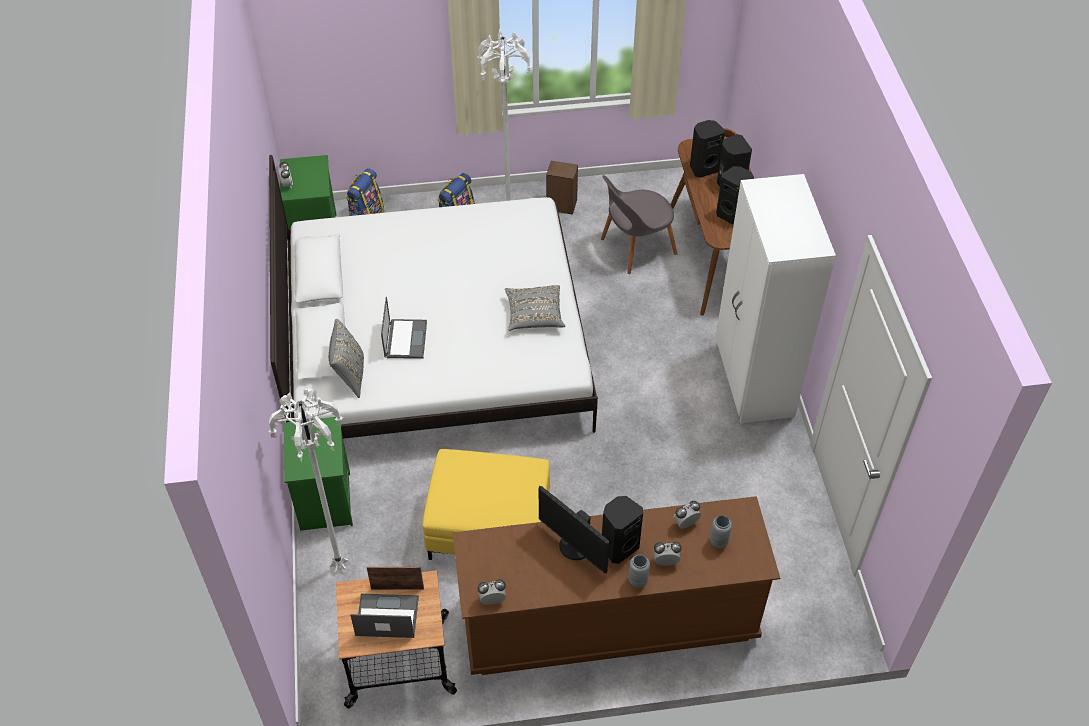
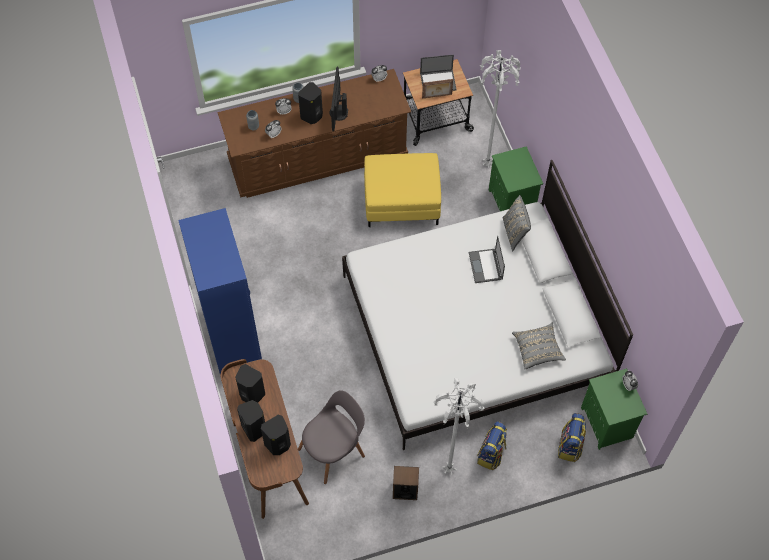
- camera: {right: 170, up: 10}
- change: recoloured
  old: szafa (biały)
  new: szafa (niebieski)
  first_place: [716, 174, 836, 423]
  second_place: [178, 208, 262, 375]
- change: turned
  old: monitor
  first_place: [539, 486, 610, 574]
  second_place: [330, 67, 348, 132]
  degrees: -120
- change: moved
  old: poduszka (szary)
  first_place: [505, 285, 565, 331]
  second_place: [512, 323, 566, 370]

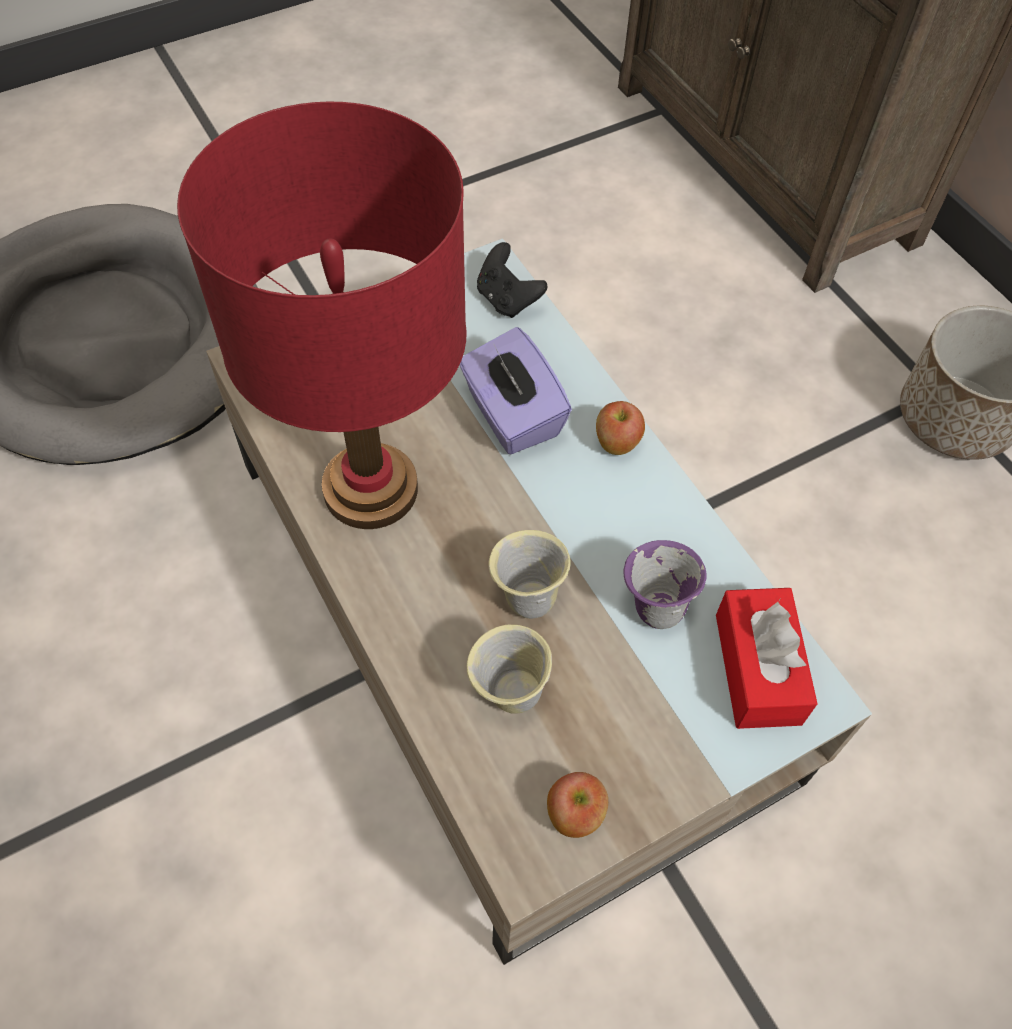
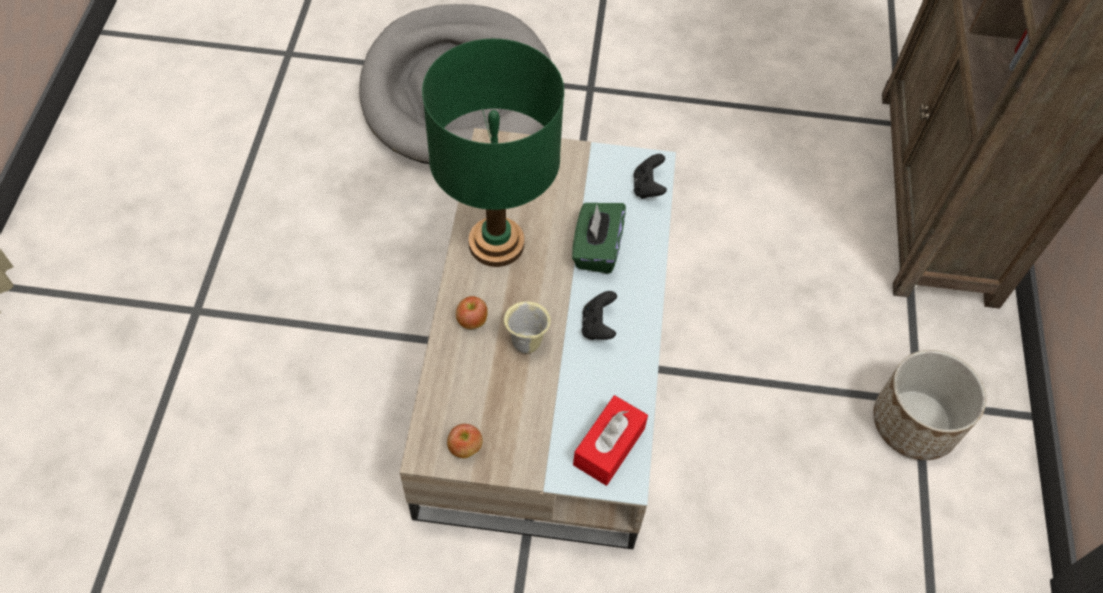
- camera: {right: 35, up: 0}
- change: recoloured
  old: lampa stołowa (czerwony)
  new: lampa stołowa (zielony)
  first_place: [177, 102, 467, 529]
  second_place: [422, 39, 564, 267]
- change: moved
  old: jabłko
  first_place: [596, 401, 645, 455]
  second_place: [456, 296, 488, 329]
- change: recoloured
  old: pudełko chusteczek (fioletowy)
  new: pudełko chusteczek (zielony)
  first_place: [460, 327, 572, 454]
  second_place: [572, 203, 626, 274]
- change: added
  new: pad do gier (czarny)
  second_place: [582, 291, 617, 340]
- change: removed
  old: kubek (beżowy)
  first_place: [467, 624, 552, 714]
- change: removed
  old: kubek (fioletowy)
  first_place: [623, 540, 706, 629]

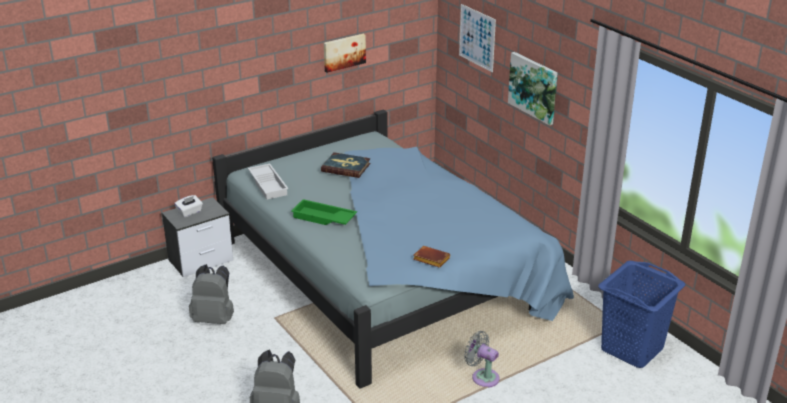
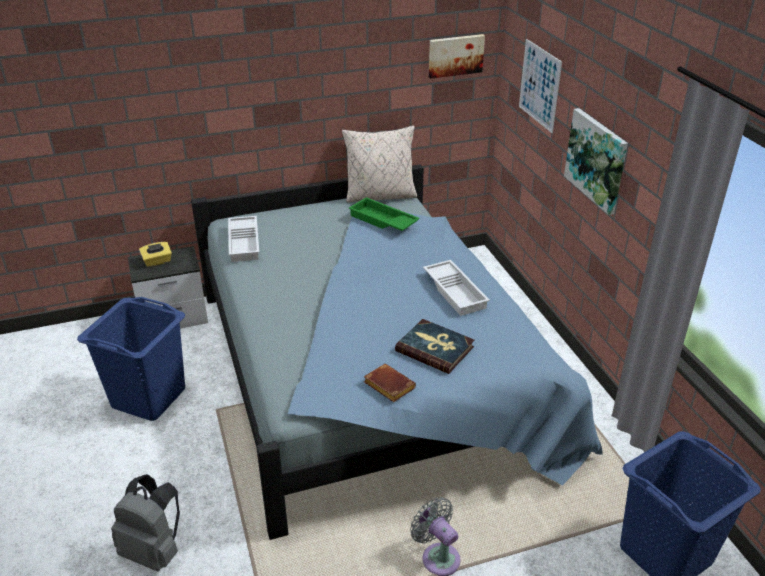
- camera: {right: 15, up: 5}
- change: replaced
  old: plecak (szary)
  new: kosz na pranie (niebieski)
  first_place: [189, 264, 234, 324]
  second_place: [77, 297, 185, 421]
- change: recoloured
  old: pudełko chusteczek (biały)
  new: pudełko chusteczek (żółty)
  first_place: [175, 195, 203, 217]
  second_place: [139, 242, 172, 267]
- change: added
  new: poduszka (beżowy)
  second_place: [342, 125, 417, 203]
- change: moved
  old: taca (zielony)
  first_place: [292, 199, 357, 225]
  second_place: [348, 197, 420, 231]
- change: moved
  old: książka
  first_place: [321, 152, 371, 178]
  second_place: [395, 319, 475, 374]
- change: added
  new: taca (biały)
  second_place: [423, 260, 490, 316]
- change: moved
  old: obraz
  first_place: [324, 34, 366, 73]
  second_place: [429, 34, 485, 79]

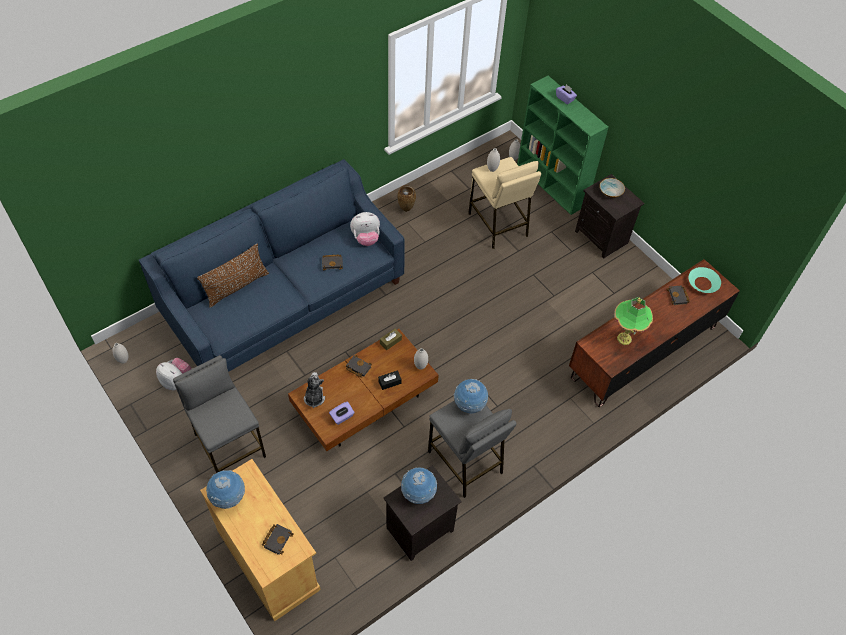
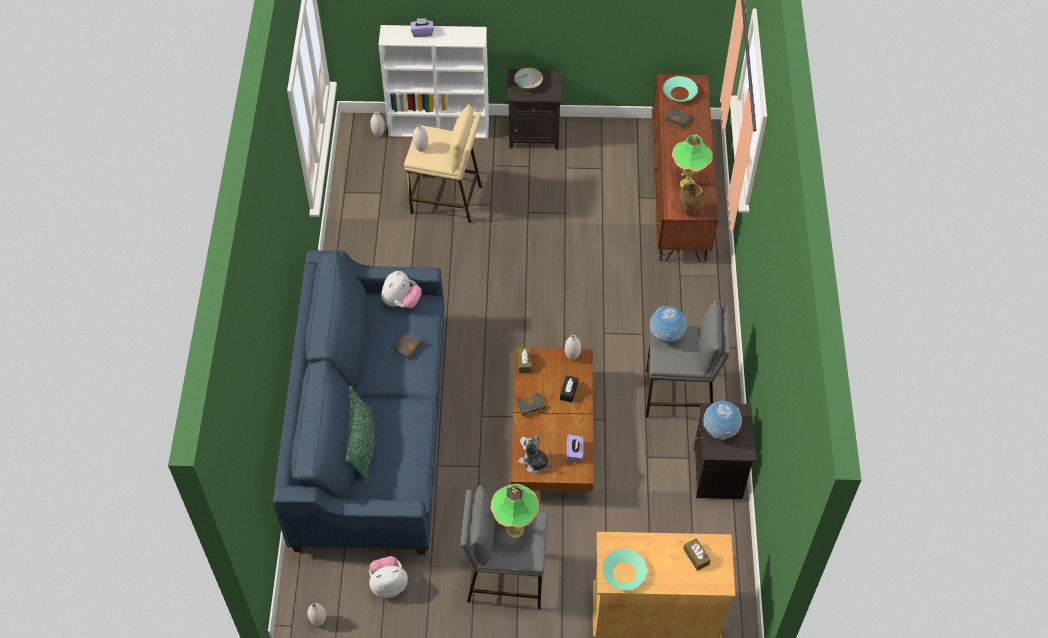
- camera: {right: -50, up: 0}
- change: recoloured
  old: poduszka (brązowy)
  new: poduszka (zielony)
  first_place: [197, 244, 269, 308]
  second_place: [346, 386, 375, 483]
- change: recoloured
  old: regał (zielony)
  new: regał (biały)
  first_place: [517, 76, 609, 215]
  second_place: [378, 25, 489, 138]
- change: added
  new: lampa stołowa
  second_place: [491, 484, 539, 538]
- change: replaced
  old: globus
  new: miska (turkusowy)
  first_place: [206, 470, 245, 509]
  second_place: [602, 549, 647, 590]
- change: moved
  old: wazon (brązowy)
  first_place: [397, 185, 416, 212]
  second_place: [679, 182, 704, 216]
- change: replaced
  old: książka (czarny)
  new: pudełko chusteczek (brązowy)
  first_place: [262, 524, 294, 555]
  second_place: [683, 538, 711, 571]

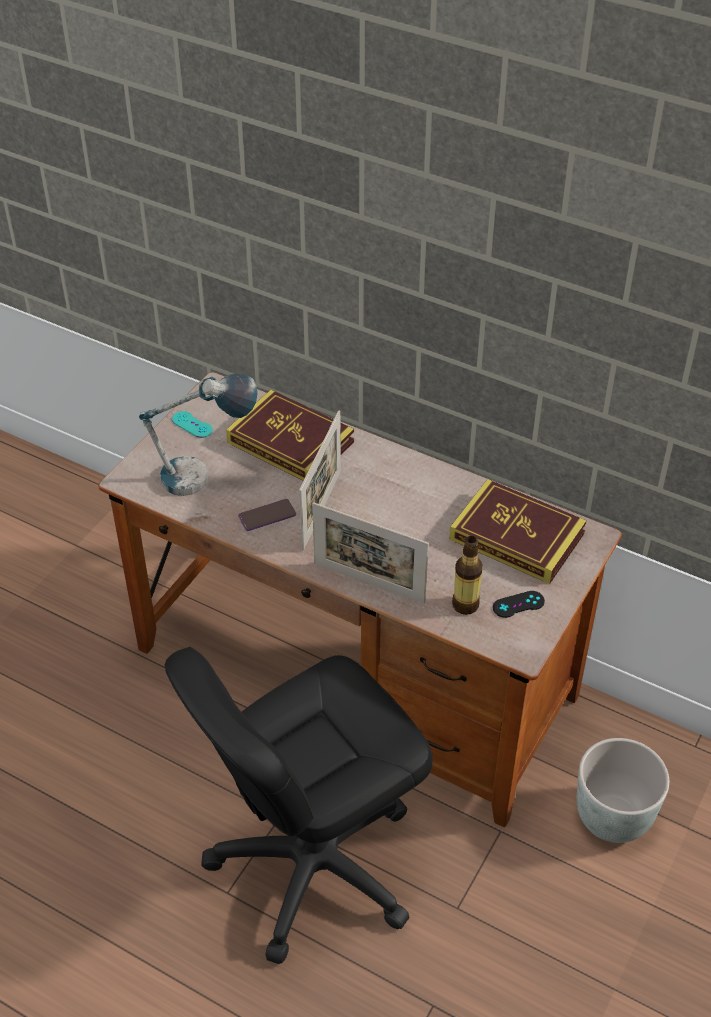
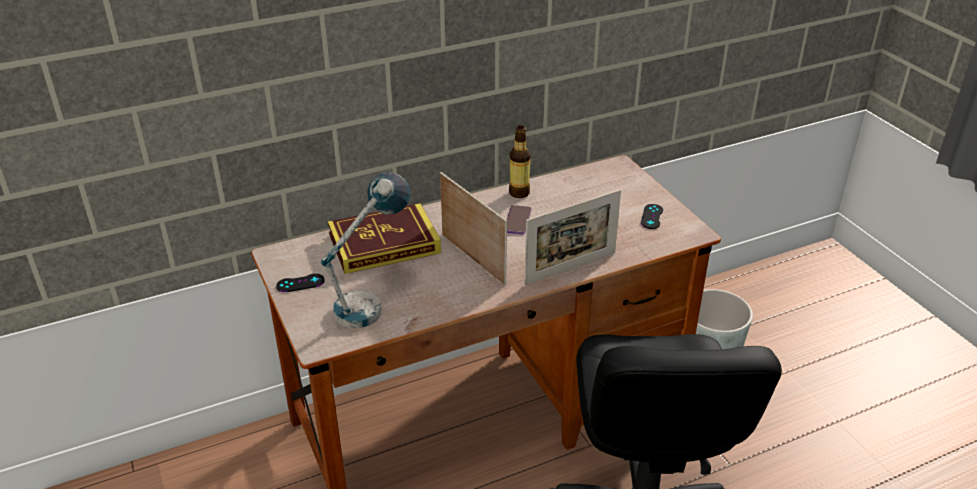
- camera: {right: -55, up: -10}
- change: recoloured
  old: pad do gier (turkusowy)
  new: pad do gier (czarny)
  first_place: [172, 411, 213, 438]
  second_place: [276, 274, 325, 292]
- change: moved
  old: telefon
  first_place: [238, 499, 296, 531]
  second_place: [507, 205, 532, 234]
- change: moved
  old: butelka
  first_place: [452, 536, 483, 615]
  second_place: [509, 126, 531, 198]
- change: removed
  old: książka
  first_place: [449, 479, 587, 584]

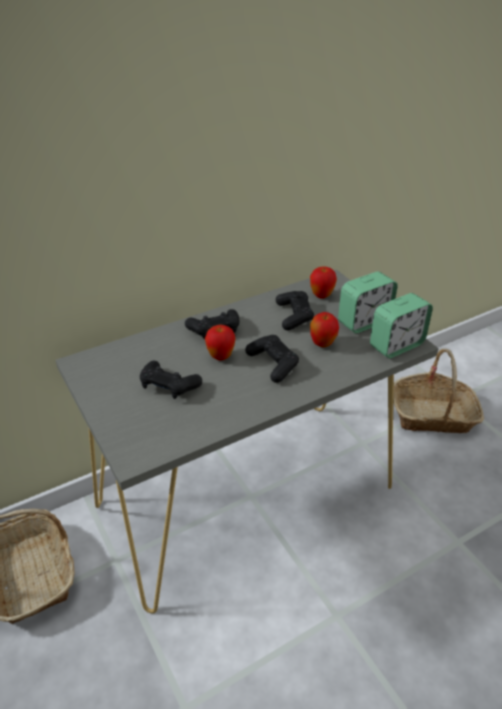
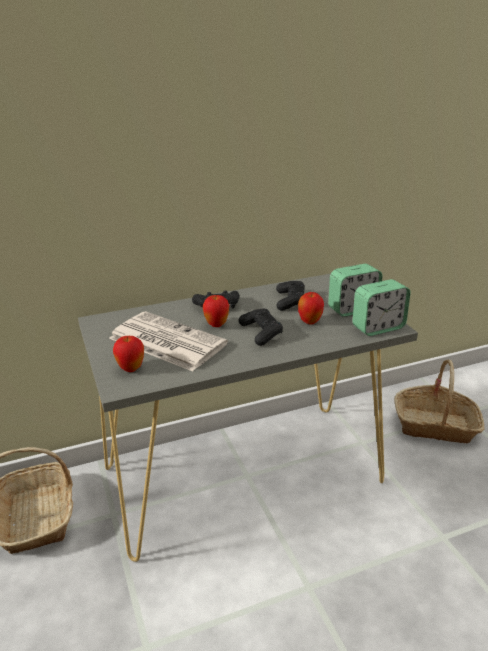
- camera: {right: 10, up: -10}
- change: replaced
  old: pad do gier (czarny)
  new: gazeta
  first_place: [140, 361, 202, 399]
  second_place: [109, 311, 228, 371]
- change: moved
  old: jabłko
  first_place: [310, 267, 337, 299]
  second_place: [113, 336, 144, 372]

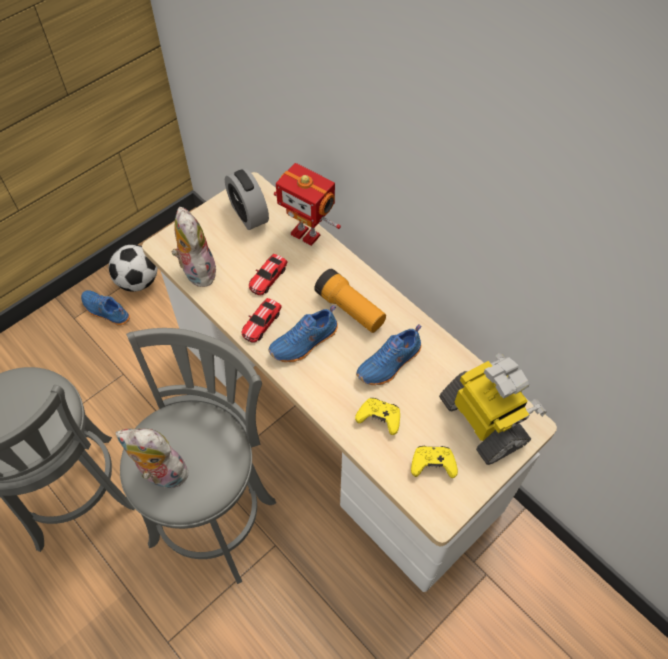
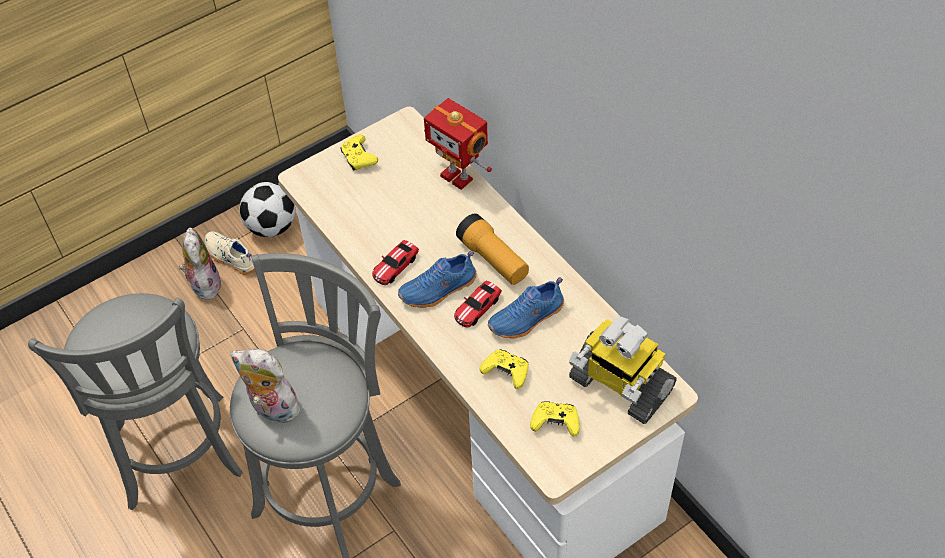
- camera: {right: 10, up: -5}
- change: moved
  old: pluszak
  first_place: [172, 207, 219, 287]
  second_place: [179, 227, 222, 300]
- change: recoloured
  old: but (niebieski)
  new: but (beżowy)
  first_place: [81, 290, 130, 326]
  second_place: [205, 231, 255, 275]
- change: added
  new: pad do gier (żółty)
  second_place: [341, 135, 378, 171]
- change: moved
  old: samochodzik
  first_place: [249, 254, 288, 295]
  second_place: [454, 280, 502, 327]
- change: turned
  old: robot zabawkowy
  first_place: [439, 353, 547, 465]
  second_place: [569, 316, 676, 424]
  degrees: 150
- change: removed
  old: budzik
  first_place: [225, 168, 269, 230]

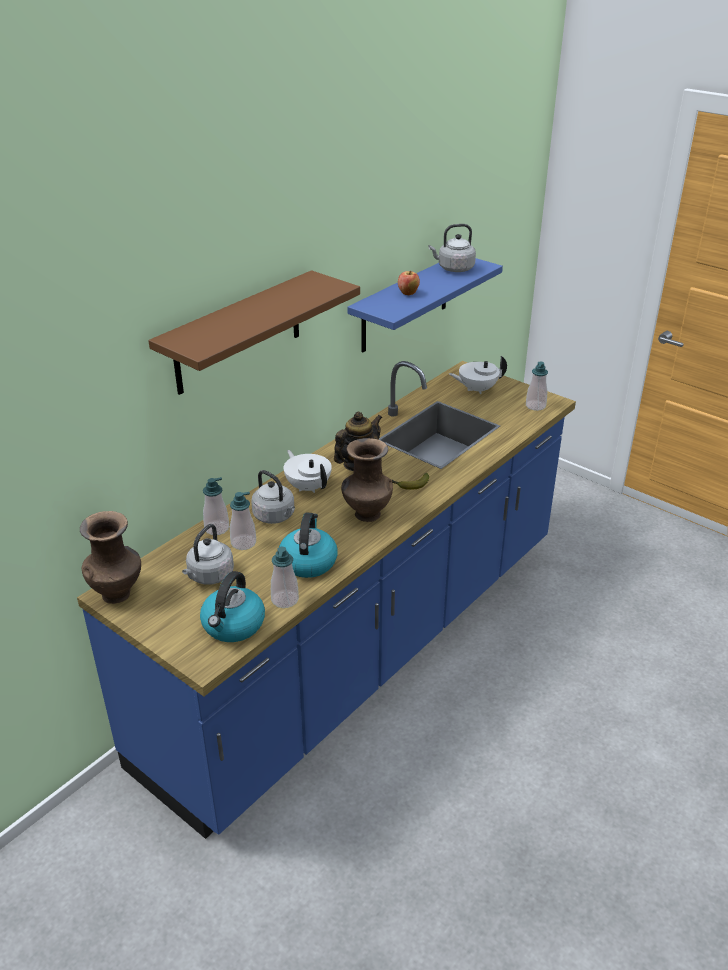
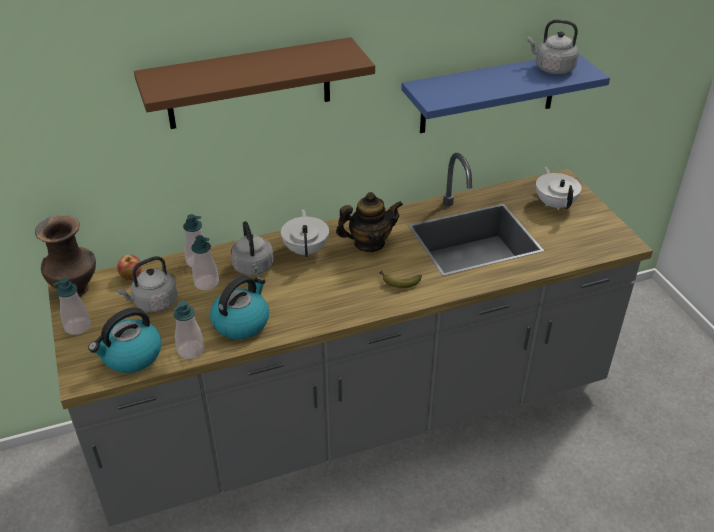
- camera: {right: 30, up: 5}
- change: recoloured
  old: zabudowa kuchenna (niebieski)
  new: zabudowa kuchenna (szary)
  first_place: [77, 361, 576, 839]
  second_place: [47, 153, 653, 527]
- change: moved
  old: dozownik mydła
  first_place: [526, 361, 548, 411]
  second_place: [53, 278, 91, 335]
- change: moved
  old: jabłko
  first_place: [398, 271, 420, 295]
  second_place: [117, 255, 142, 280]
- change: turned
  old: imbryk (biały)
  first_place: [449, 356, 507, 394]
  second_place: [536, 167, 582, 211]
  degrees: 60
- change: removed
  old: wazon (brązowy)
  first_place: [341, 438, 393, 522]

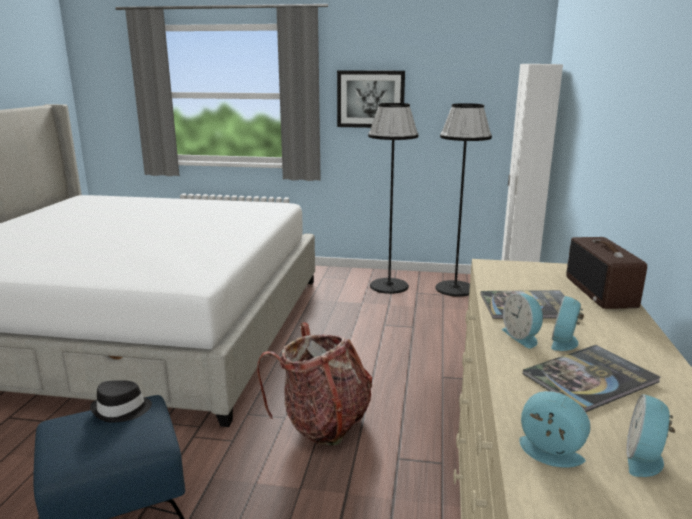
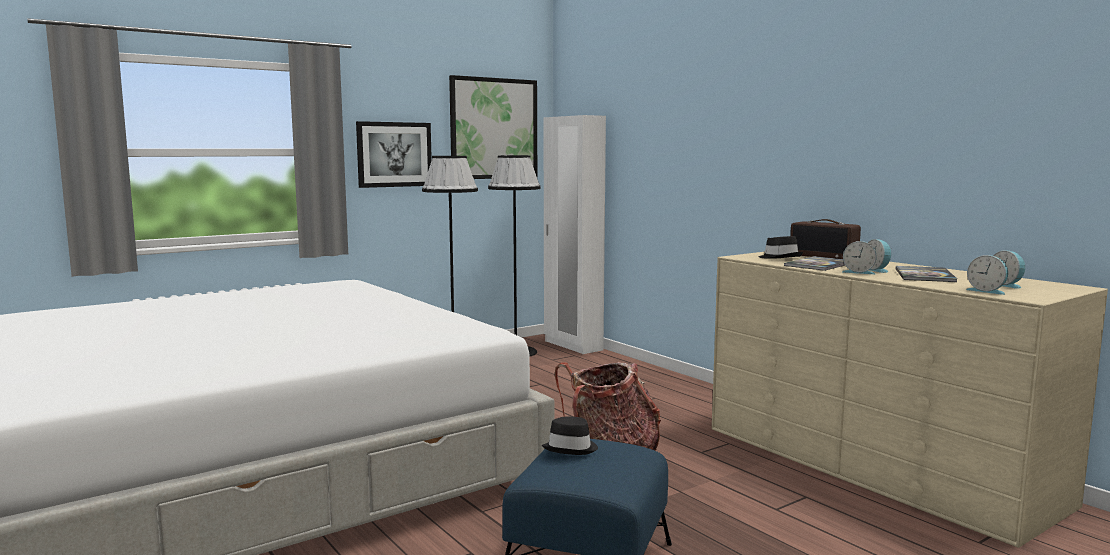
- camera: {right: -45, up: -10}
- change: added
  new: obraz
  second_place: [449, 75, 537, 179]
- change: added
  new: kapelusz (czarny)
  second_place: [759, 236, 803, 259]
- change: turned
  old: budzik
  first_place: [519, 391, 591, 468]
  second_place: [966, 255, 1008, 295]
  degrees: -120

